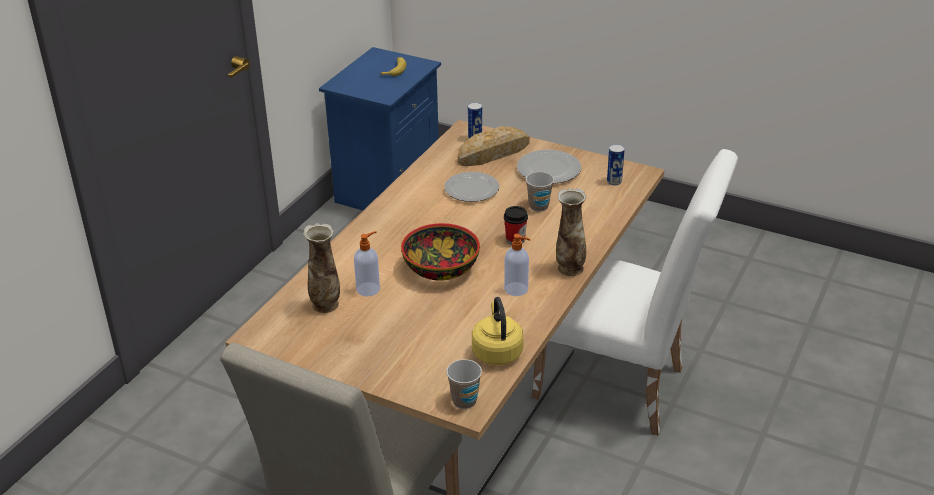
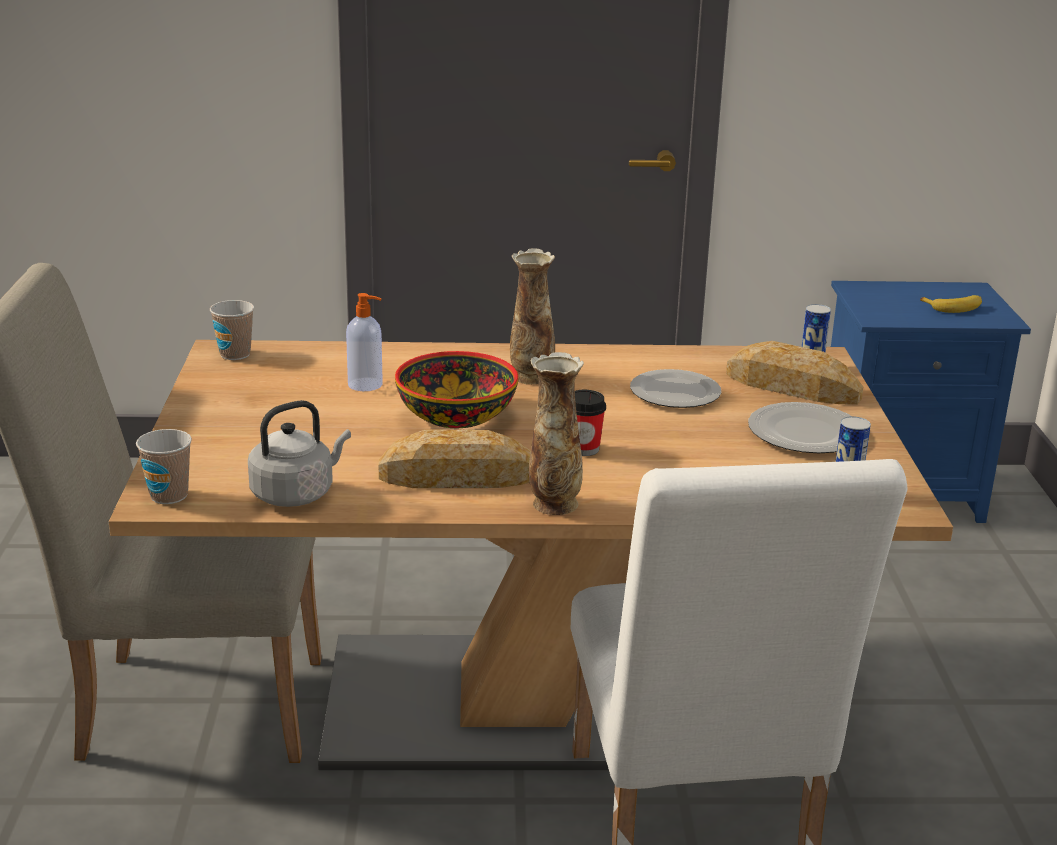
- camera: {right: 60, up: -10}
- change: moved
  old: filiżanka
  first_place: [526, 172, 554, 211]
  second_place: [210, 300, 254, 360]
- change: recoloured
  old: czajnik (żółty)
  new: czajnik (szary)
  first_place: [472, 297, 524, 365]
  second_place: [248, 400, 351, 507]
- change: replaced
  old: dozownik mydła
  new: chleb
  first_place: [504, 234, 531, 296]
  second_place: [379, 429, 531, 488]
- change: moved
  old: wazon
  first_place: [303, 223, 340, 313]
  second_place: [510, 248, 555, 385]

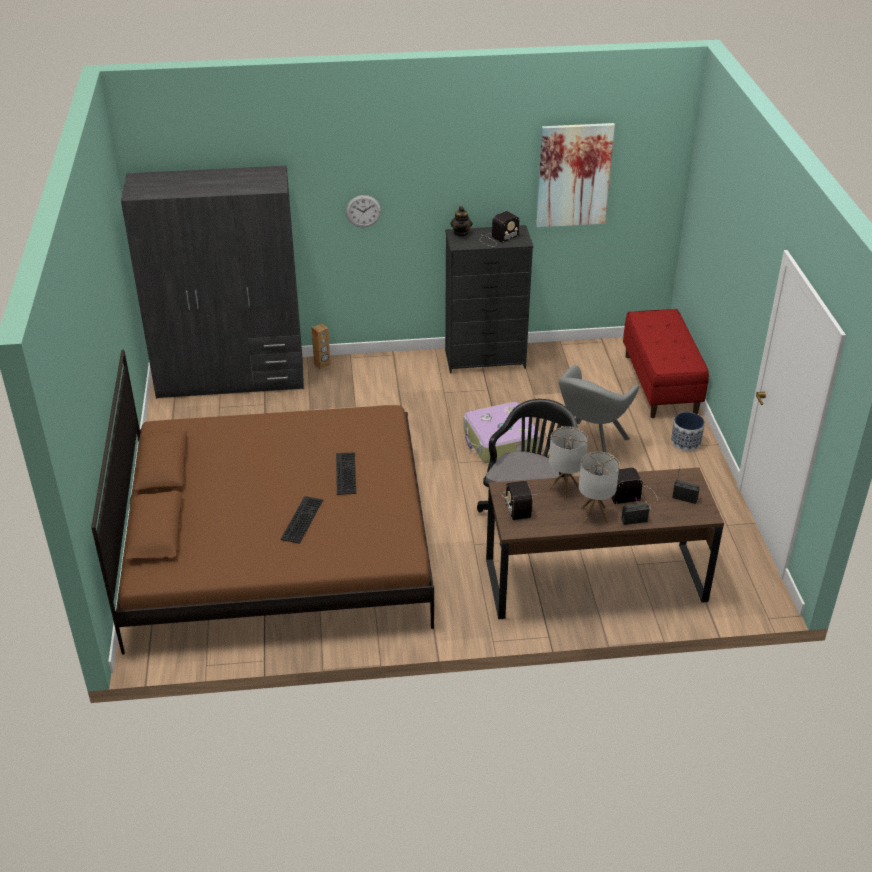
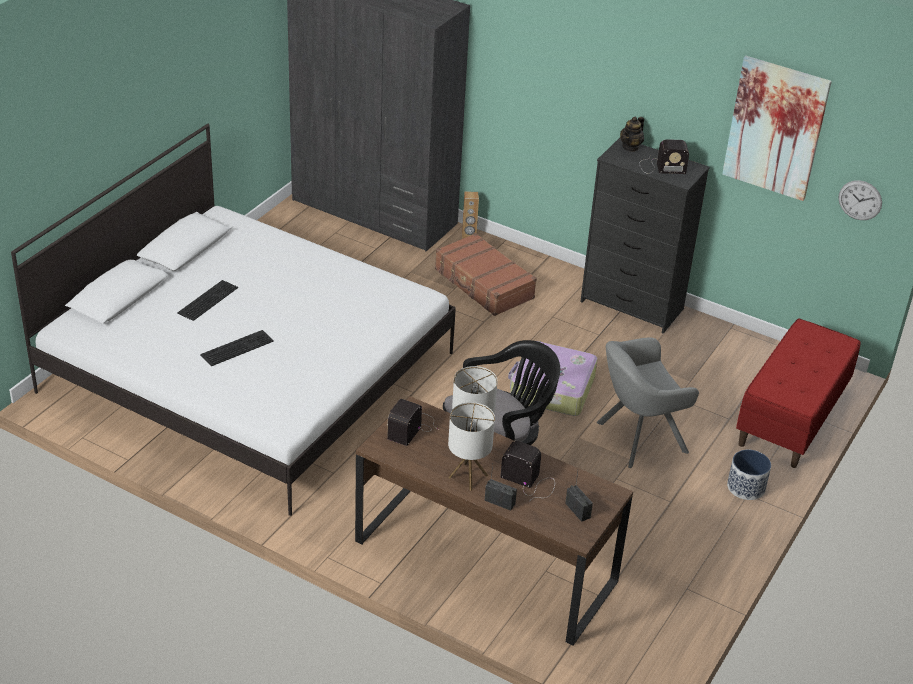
- camera: {right: 35, up: 0}
- change: recoloured
  old: łóżko (brązowy)
  new: łóżko (biały)
  first_place: [91, 350, 434, 655]
  second_place: [11, 123, 456, 516]
- change: moved
  old: klawiatura
  first_place: [336, 452, 356, 495]
  second_place: [177, 280, 238, 321]
- change: added
  new: walizka (brązowy)
  second_place: [435, 233, 537, 316]
- change: moved
  old: zegar ścienny
  first_place: [346, 195, 381, 227]
  second_place: [838, 180, 882, 220]

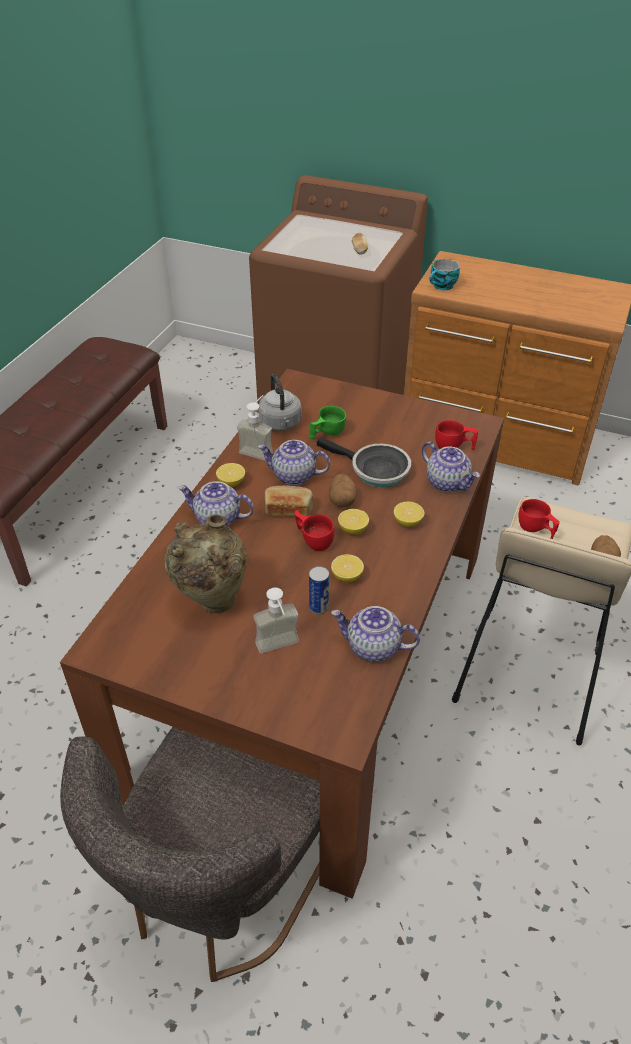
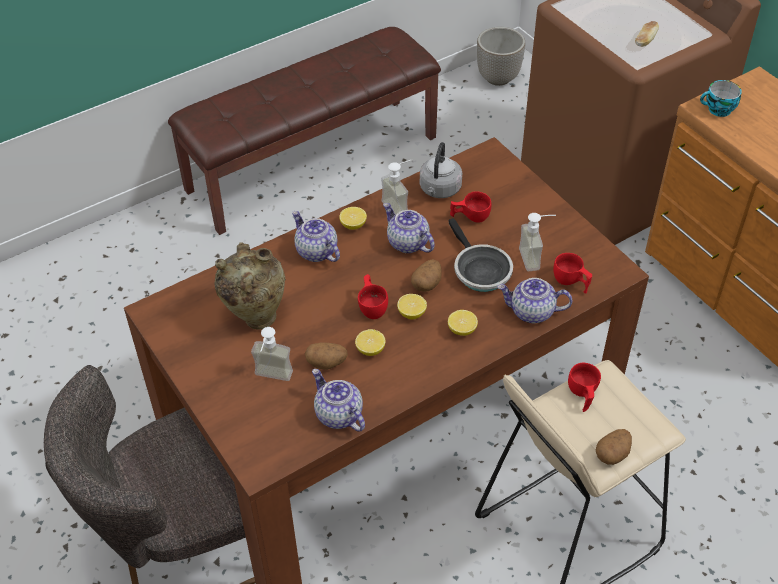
- camera: {right: 35, up: 5}
- change: replaced
  old: puszka
  new: ziemniak
  first_place: [309, 566, 329, 615]
  second_place: [305, 342, 348, 370]
- change: recoloured
  old: filiżanka (zielony)
  new: filiżanka (czerwony)
  first_place: [309, 406, 346, 439]
  second_place: [450, 191, 491, 223]
- change: added
  new: donica
  second_place: [477, 27, 525, 86]
- change: turned
  old: imbryk
  first_place: [421, 441, 480, 492]
  second_place: [497, 278, 572, 323]
  degrees: 105
- change: added
  new: dozownik mydła
  second_place: [519, 213, 556, 271]
- change: removed
  old: chleb
  first_place: [265, 486, 313, 516]

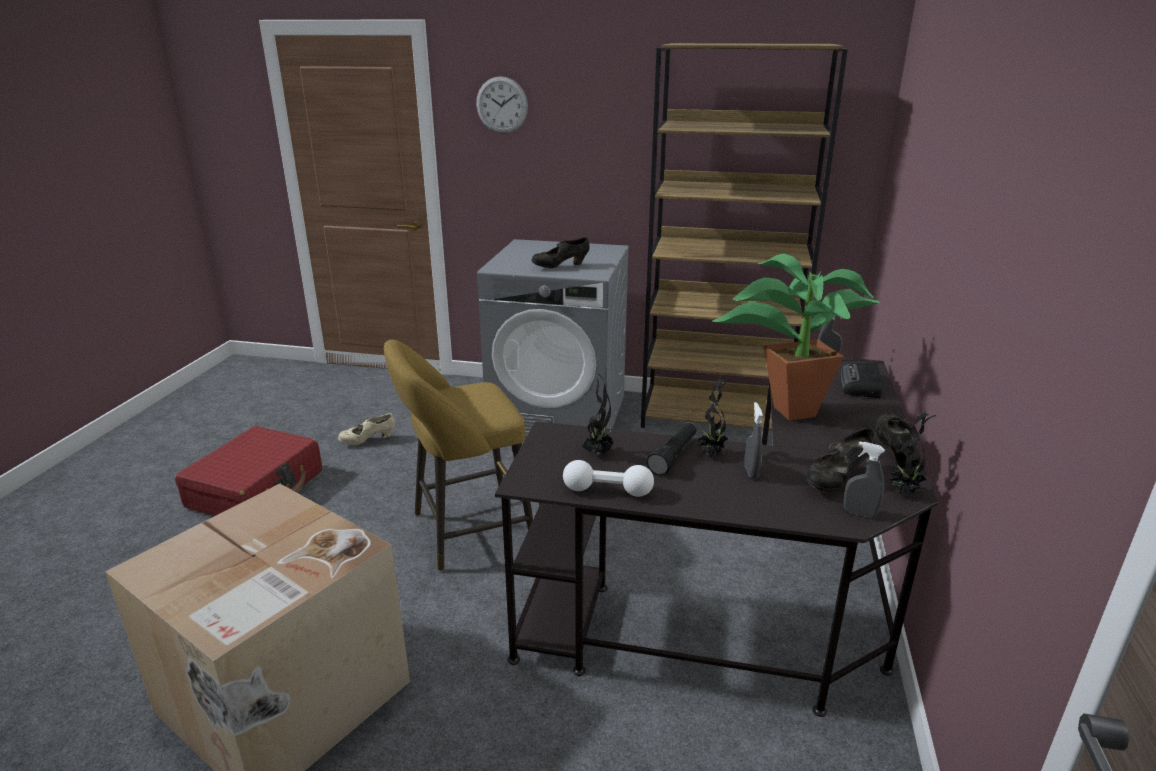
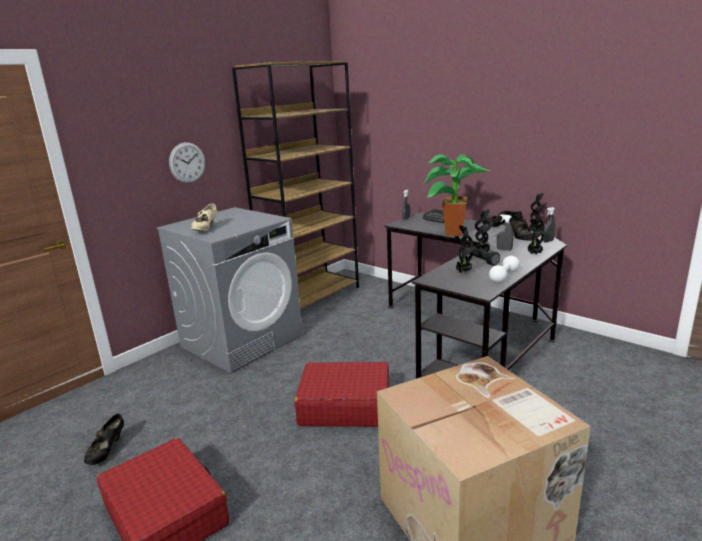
- camera: {right: -60, up: -5}
- change: moved
  old: but (czarny)
  first_place: [531, 237, 590, 268]
  second_place: [84, 414, 124, 465]
- change: moved
  old: zegar ścienny
  first_place: [476, 76, 528, 134]
  second_place: [169, 142, 205, 184]
- change: moved
  old: but (beżowy)
  first_place: [338, 413, 395, 445]
  second_place: [192, 204, 217, 231]
- change: replaced
  old: stołek (żółty)
  new: walizka (czerwony)
  first_place: [384, 340, 533, 571]
  second_place: [294, 362, 389, 427]
- change: added
  new: roślina doniczkowa
  second_place: [527, 210, 545, 255]

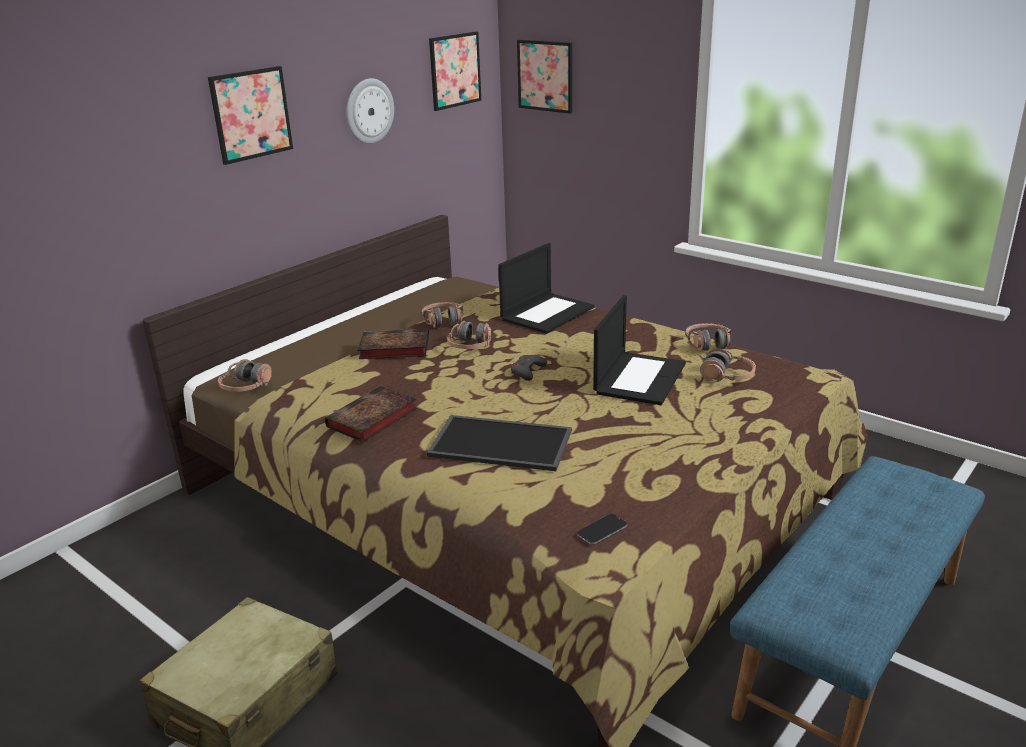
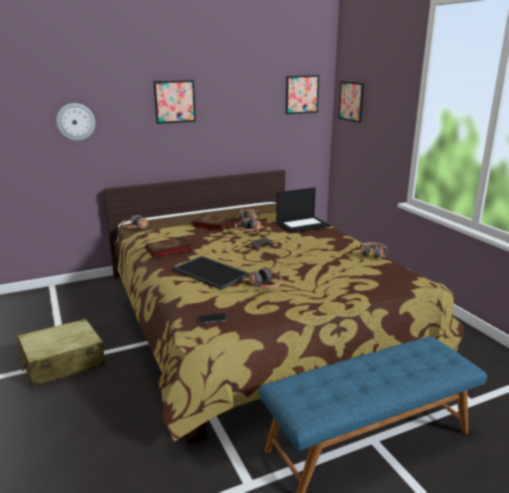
- camera: {right: 25, up: -5}
- change: moved
  old: zegar ścienny
  first_place: [347, 78, 394, 144]
  second_place: [56, 103, 95, 141]
- change: moved
  old: słuchawki
  first_place: [700, 349, 756, 382]
  second_place: [249, 267, 282, 288]
- change: removed
  old: laptop
  first_place: [593, 295, 686, 405]

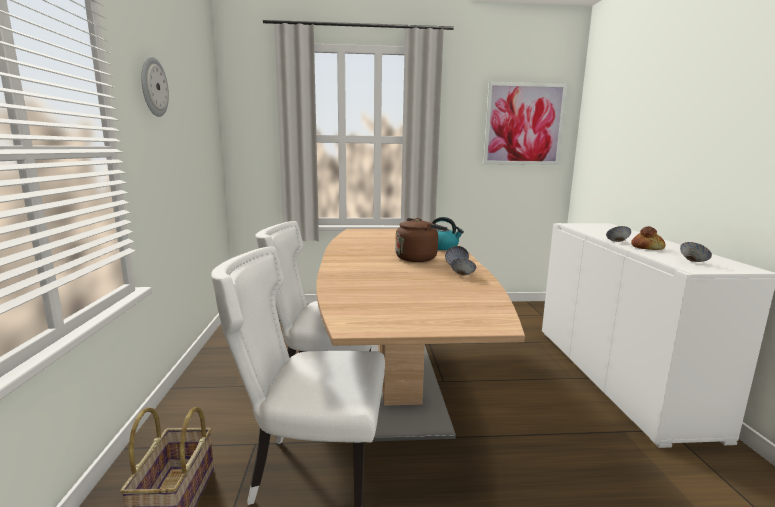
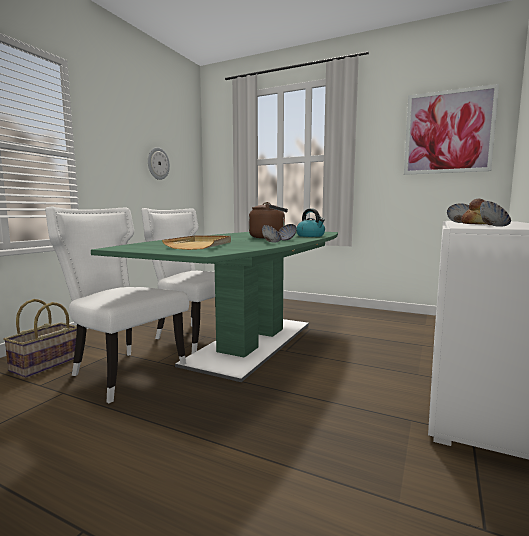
- camera: {right: 30, up: -5}
- change: recoloured
  old: stół jadalny (brązowy)
  new: stół jadalny (zielony)
  first_place: [316, 229, 525, 442]
  second_place: [91, 231, 338, 382]
- change: moved
  old: zegar ścienny
  first_place: [141, 57, 169, 117]
  second_place: [148, 147, 170, 180]
- change: added
  new: taca (beżowy)
  second_place: [162, 235, 231, 250]

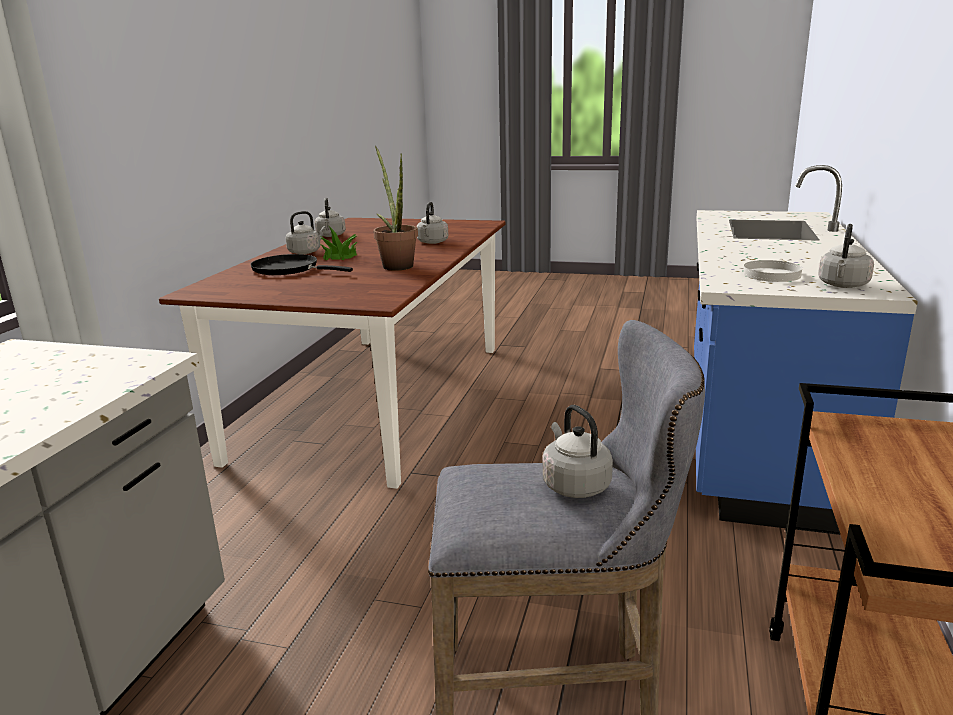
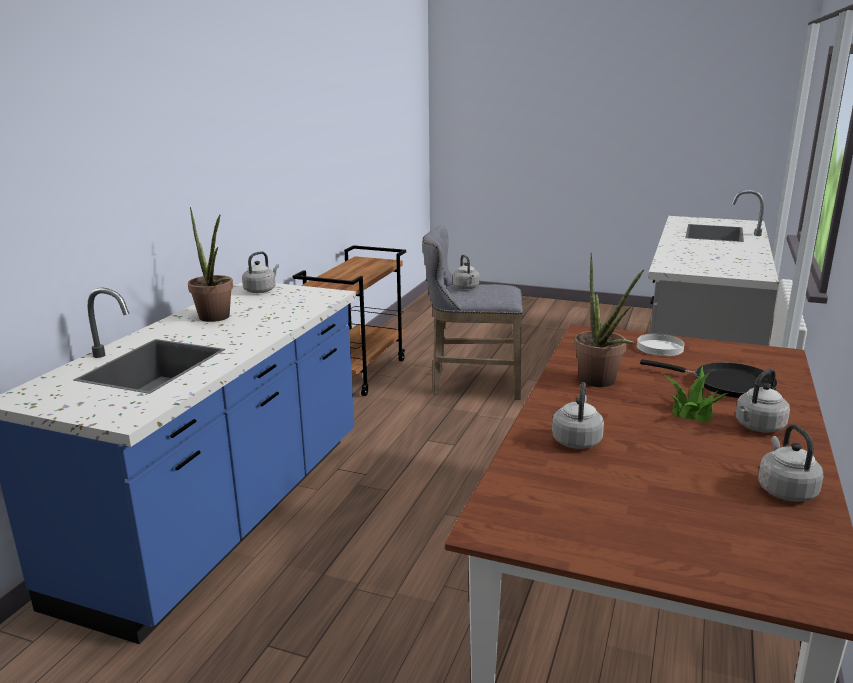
- camera: {right: -175, up: 0}
- change: added
  new: roślina doniczkowa
  second_place: [188, 207, 233, 322]
- change: moved
  old: talerz (biały)
  first_place: [743, 260, 802, 282]
  second_place: [637, 334, 684, 356]

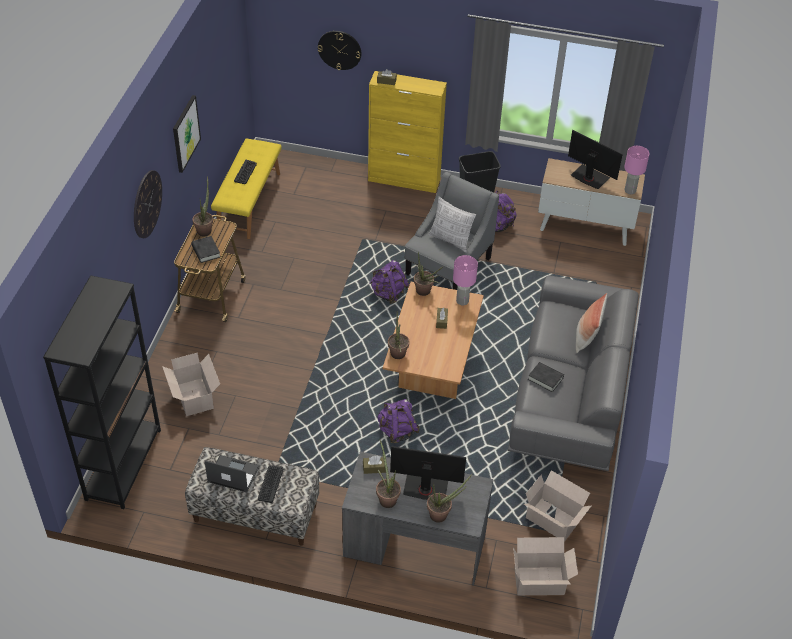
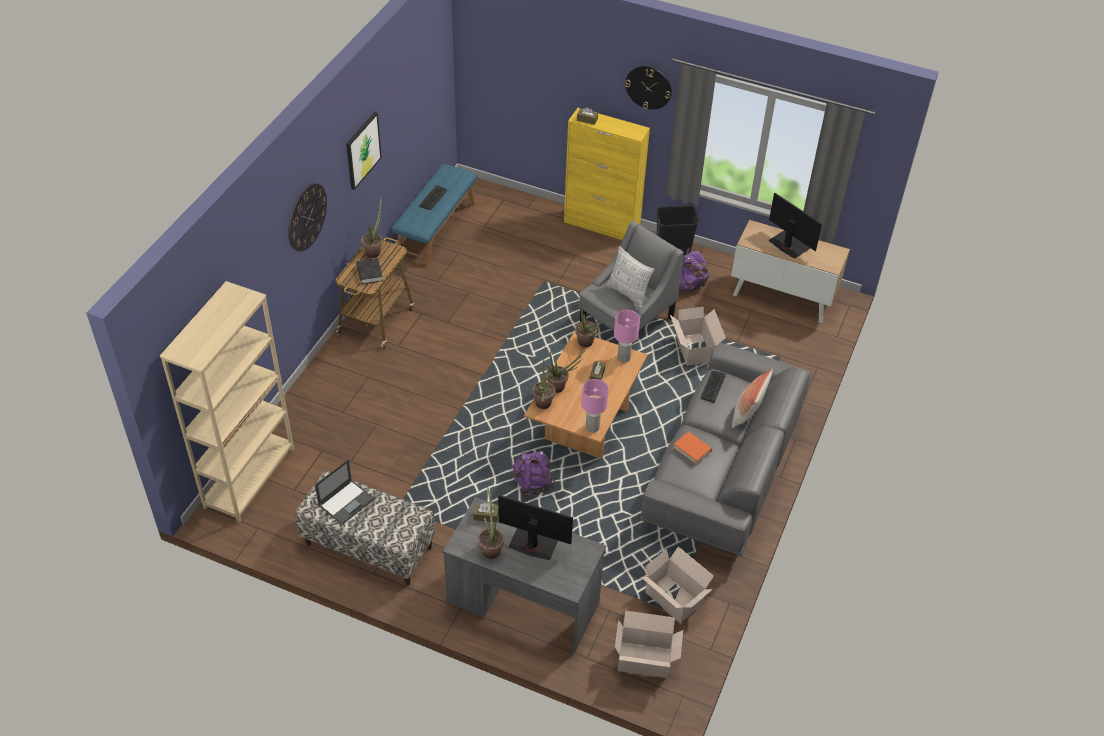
- camera: {right: 10, up: 0}
- change: recoloured
  old: regał (czarny)
  new: regał (beżowy)
  first_place: [43, 275, 161, 509]
  second_place: [160, 281, 294, 523]
- change: turned
  old: laptop
  first_place: [205, 455, 260, 492]
  second_place: [315, 459, 374, 525]
  degrees: 105
- change: recoloured
  old: ławka (żółty)
  new: ławka (niebieski)
  first_place: [211, 138, 282, 239]
  second_place: [391, 164, 477, 267]
- change: moved
  old: roślina doniczkowa
  first_place: [427, 473, 473, 523]
  second_place: [546, 347, 587, 393]
- change: moved
  old: lampa stołowa (różowy)
  first_place: [624, 146, 650, 194]
  second_place: [581, 379, 609, 433]
- change: moved
  old: zegar ścienny
  first_place: [318, 31, 361, 70]
  second_place: [625, 66, 672, 110]
- change: moved
  old: karton
  first_place: [162, 353, 220, 416]
  second_place: [670, 307, 726, 366]
- change: recoloured
  old: książka (czarny)
  new: książka (pomarańczowy)
  first_place: [528, 362, 564, 392]
  second_place: [673, 432, 712, 465]
- change: moved
  old: klawiatura
  first_place: [258, 465, 283, 503]
  second_place: [701, 371, 726, 403]
- change: removed
  old: plecak (fioletowy)
  first_place: [369, 260, 409, 304]

